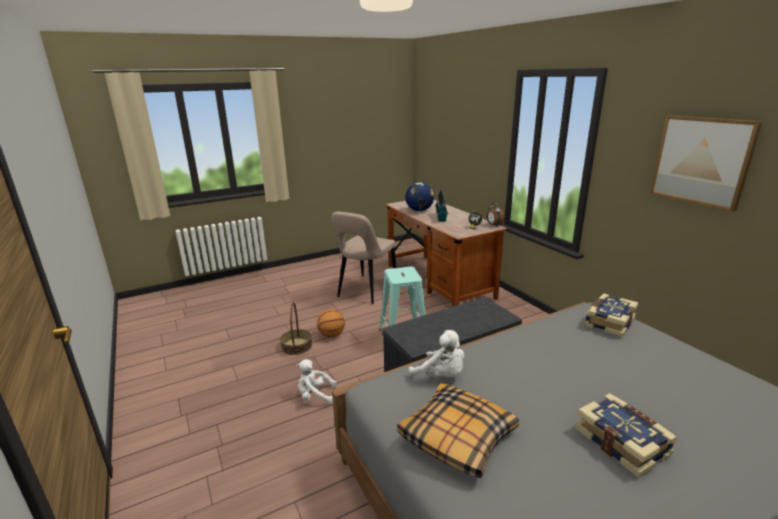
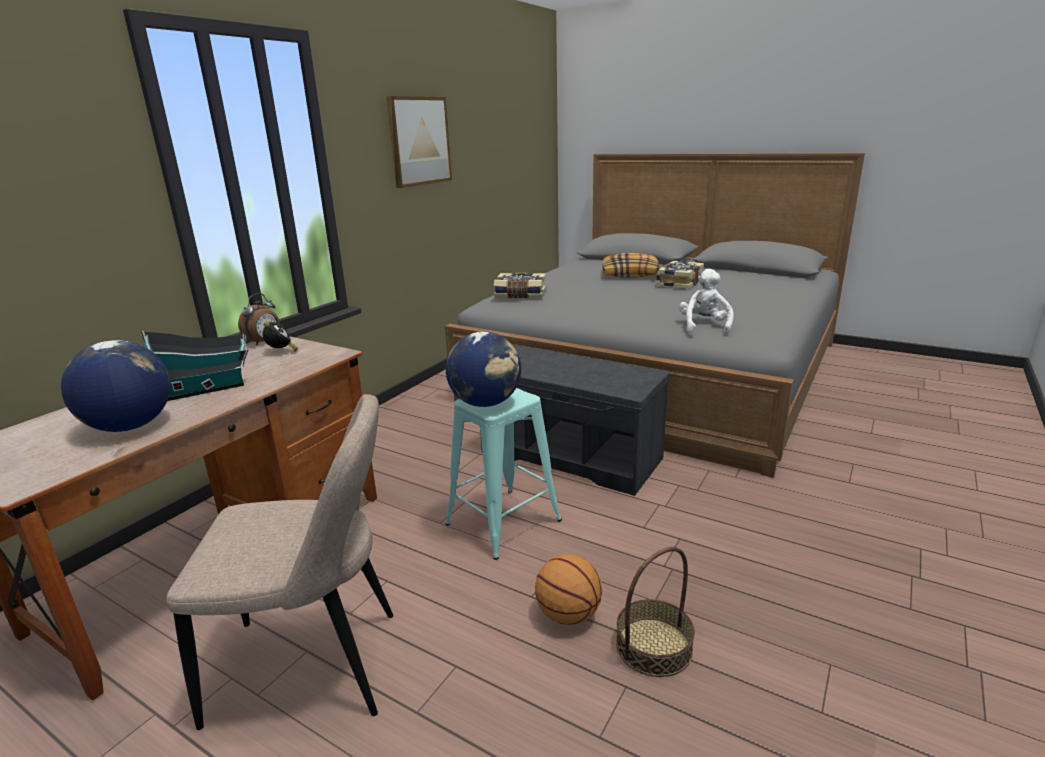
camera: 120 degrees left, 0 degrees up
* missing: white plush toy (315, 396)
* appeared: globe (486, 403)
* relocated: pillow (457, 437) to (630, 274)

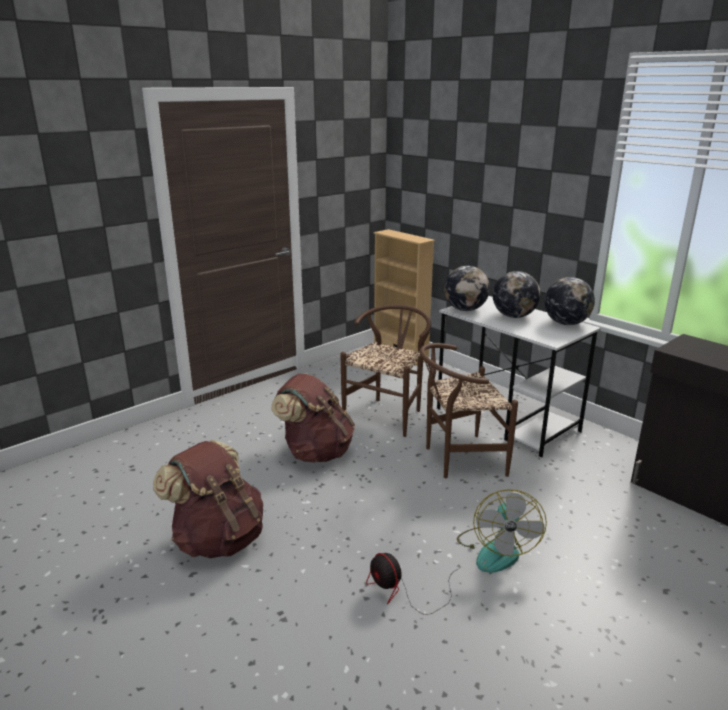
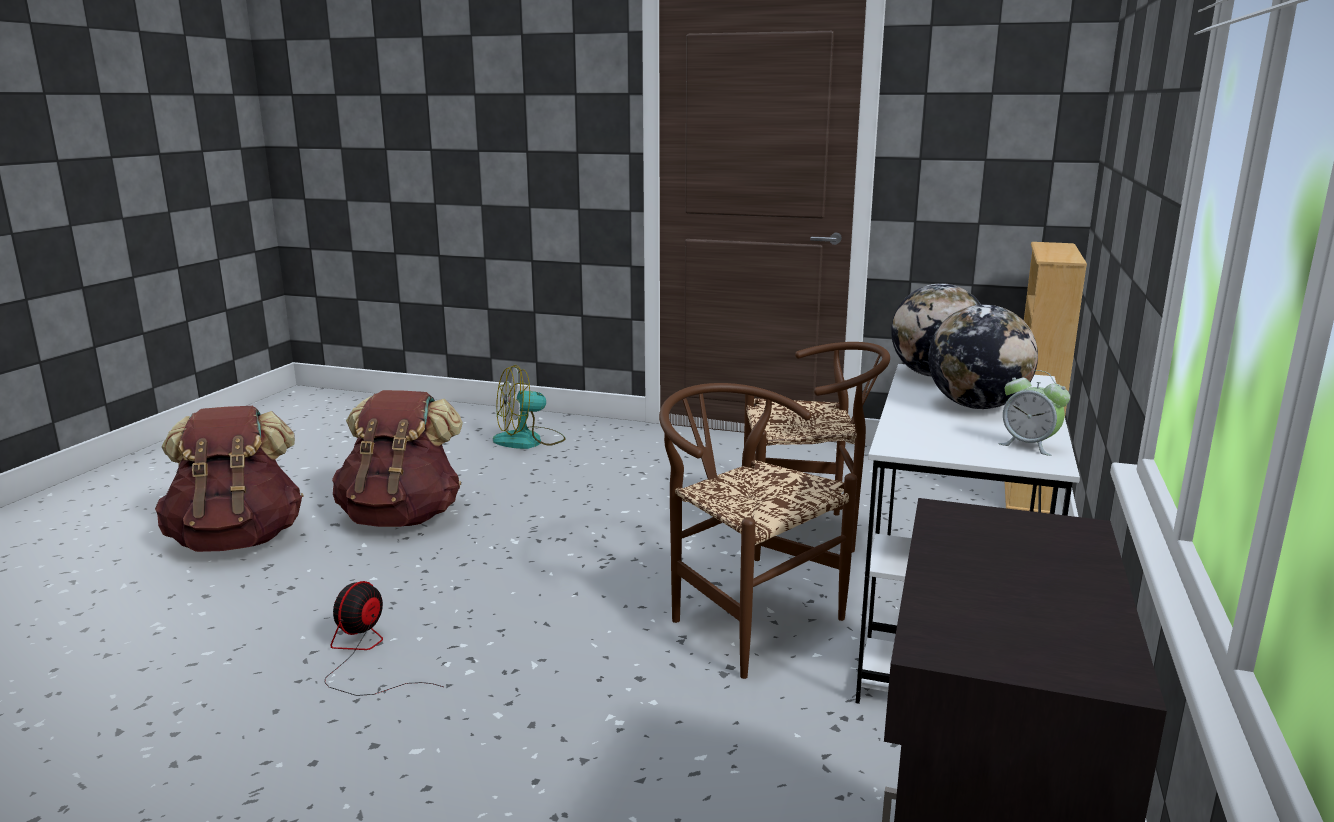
camera: 60 degrees right, 5 degrees down
* relocated: brown backpack (315, 452) to (238, 540)
* relocated: fan (496, 549) to (529, 440)
* exchanged: globe (566, 323) to alarm clock (1029, 445)

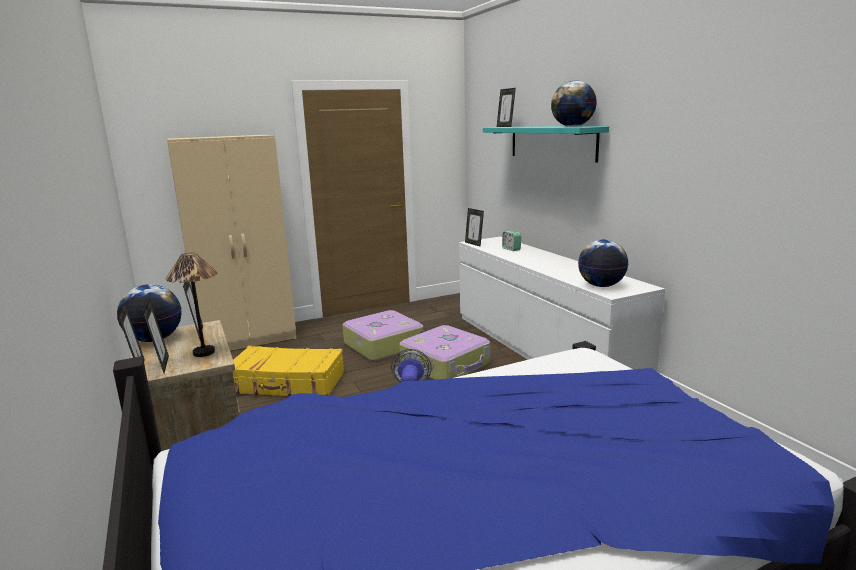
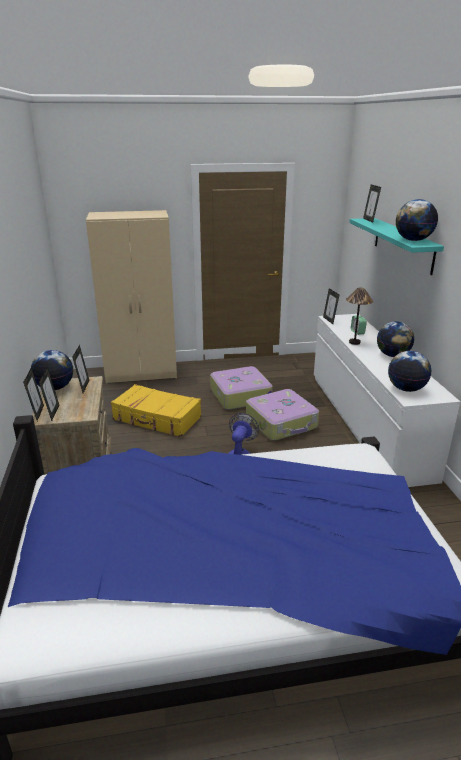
camera: 15 degrees right, 10 degrees up
* appeared: globe (392, 355)
* relocated: table lamp (204, 353) to (354, 342)

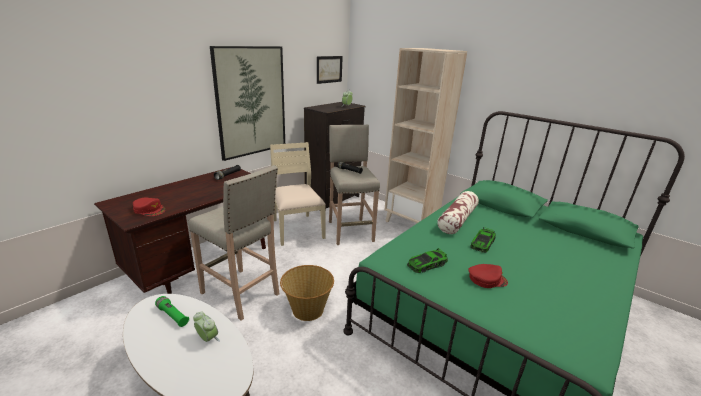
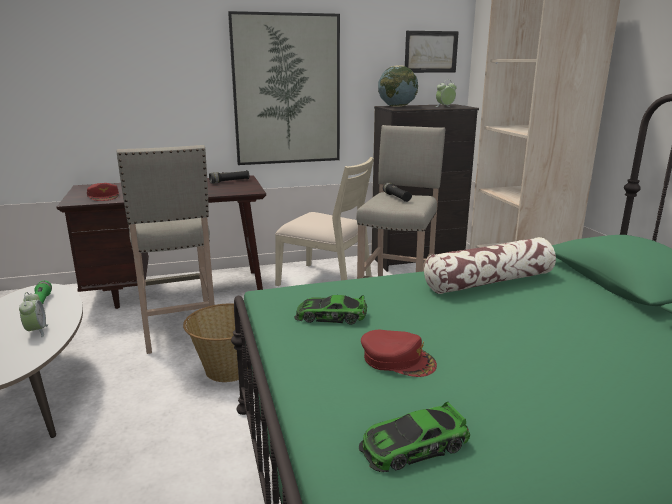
camera: 35 degrees right, 5 degrees down
* appeared: globe (397, 107)
* relocated: toy car (482, 243) to (413, 446)
* spun: beige chair (297, 229) = (325, 281) 105 degrees clockwise

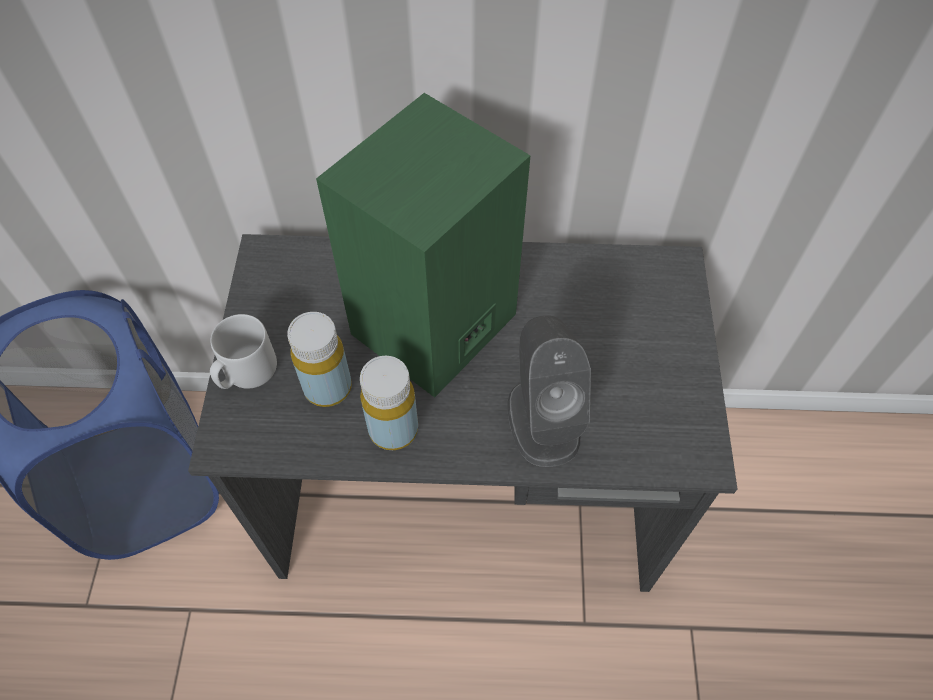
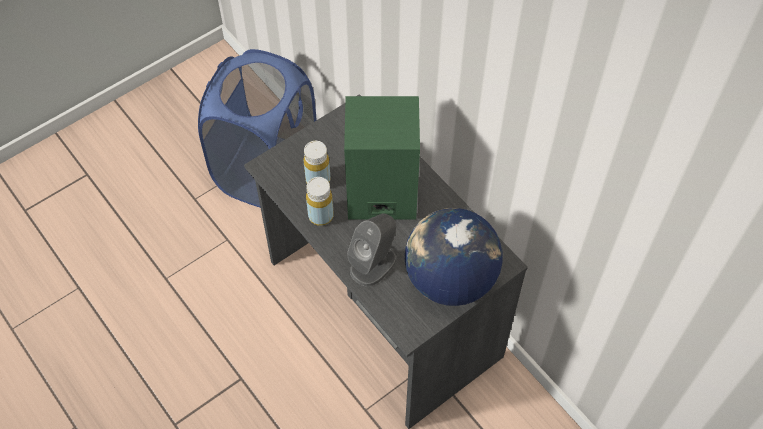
camera: 50 degrees right, 0 degrees up
* missing: grey mug (246, 372)
* appeared: globe (449, 279)

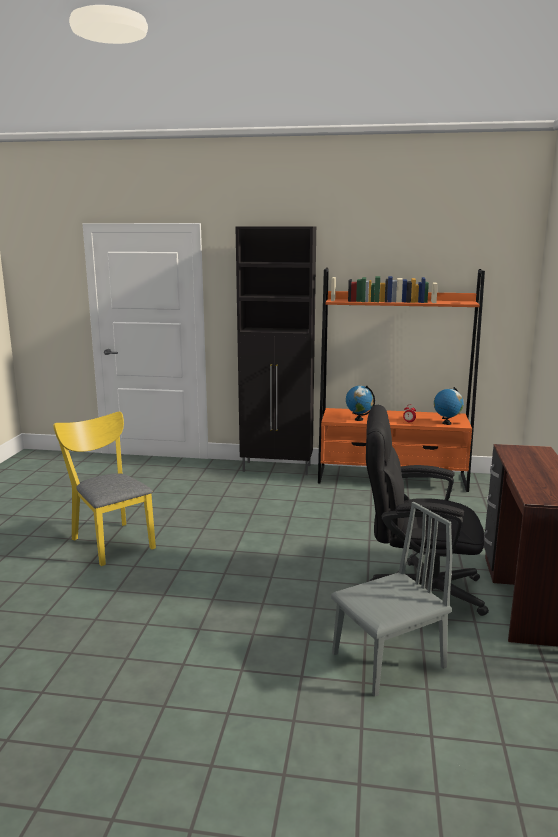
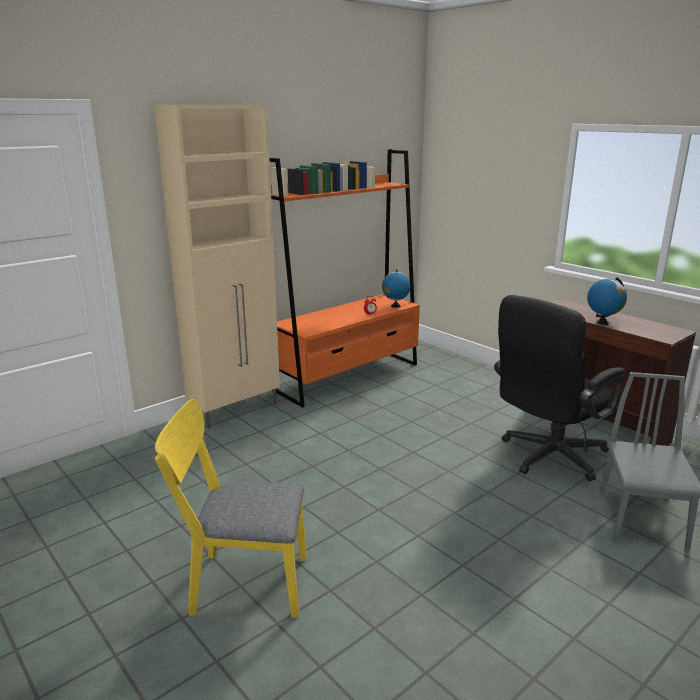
camera: 50 degrees left, 5 degrees up
* relocated: globe (359, 419) to (602, 322)
* colour: black cabinet (277, 468) to beige cabinet (236, 410)

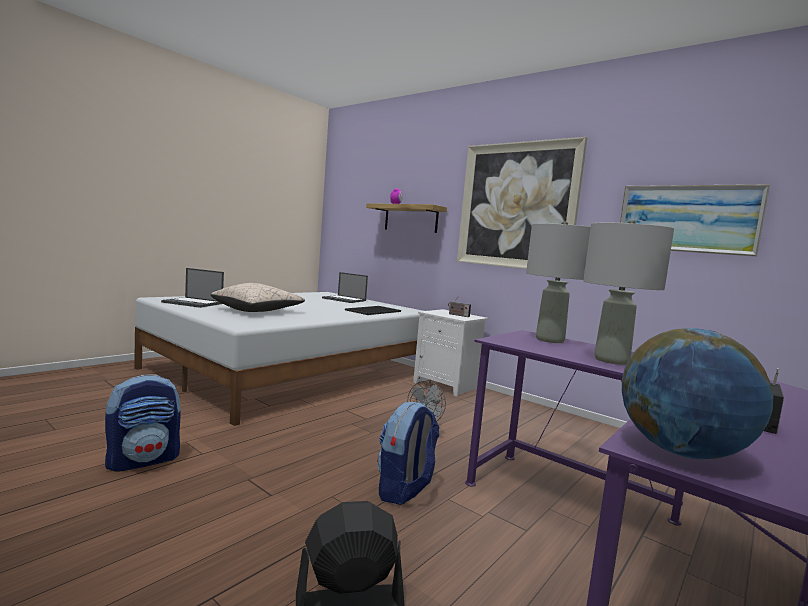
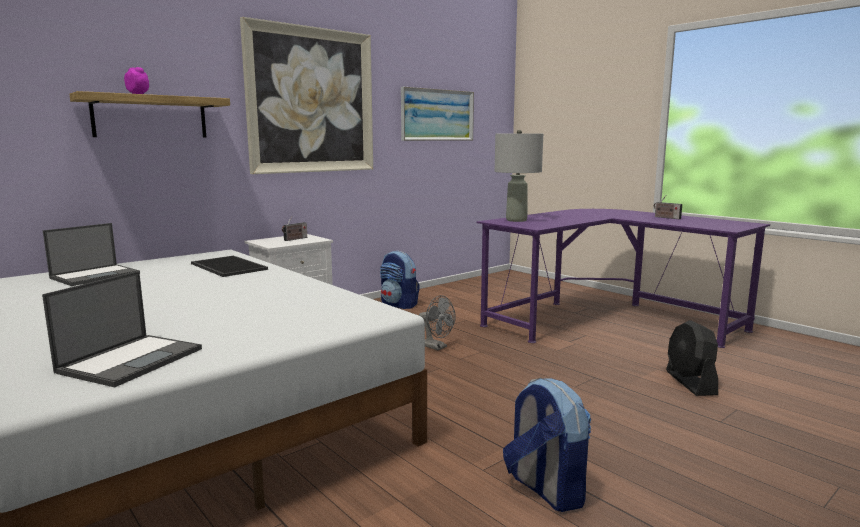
camera: 80 degrees left, 5 degrees up
* missing: beige pillow (258, 311)
* missing: grey table lamp (610, 360)
* missing: globe (681, 452)
* relocated: backpack (404, 490) to (399, 304)

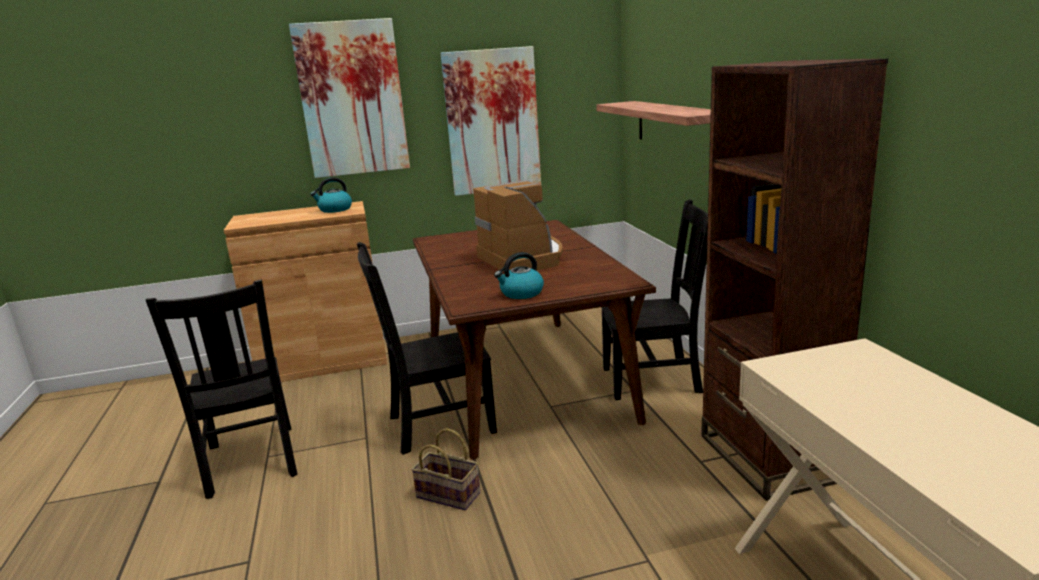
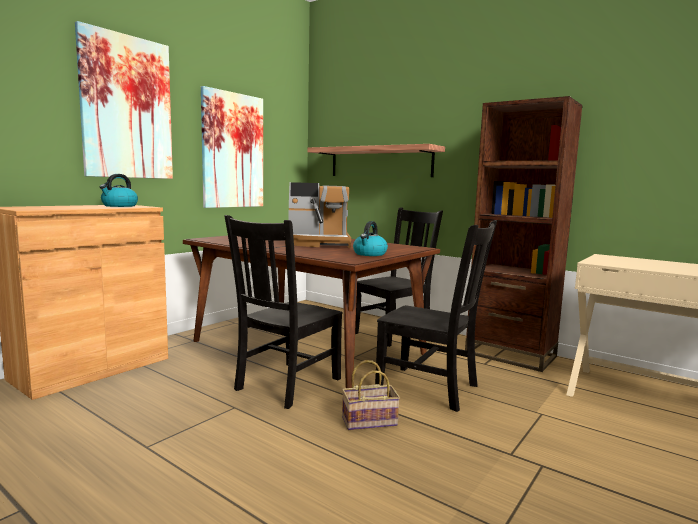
camera: 40 degrees left, 10 degrees down
* relocated: black chair (251, 462) to (430, 388)
* spun: coffee machine (524, 259) = (318, 243) 150 degrees clockwise

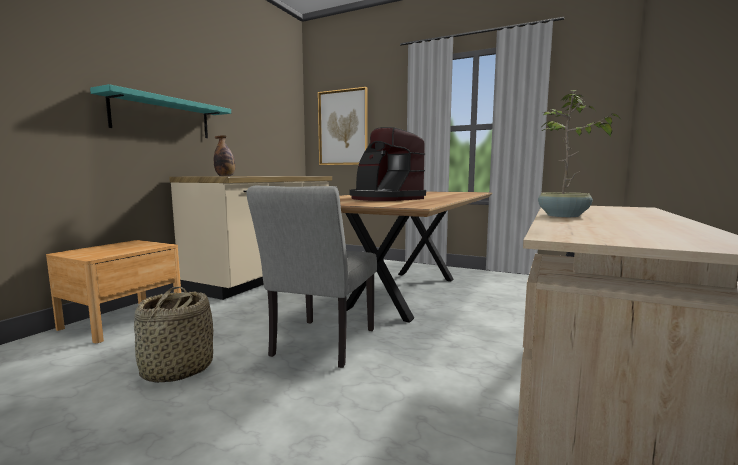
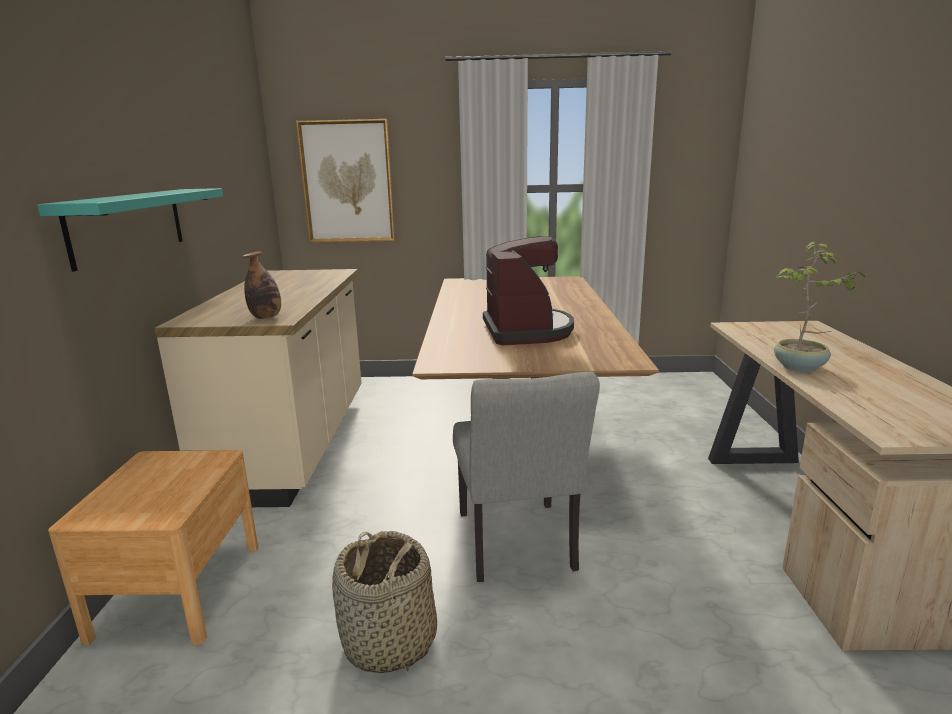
camera: 25 degrees left, 10 degrees up
* spun: coffee machine (384, 199) = (527, 331) 120 degrees counterclockwise

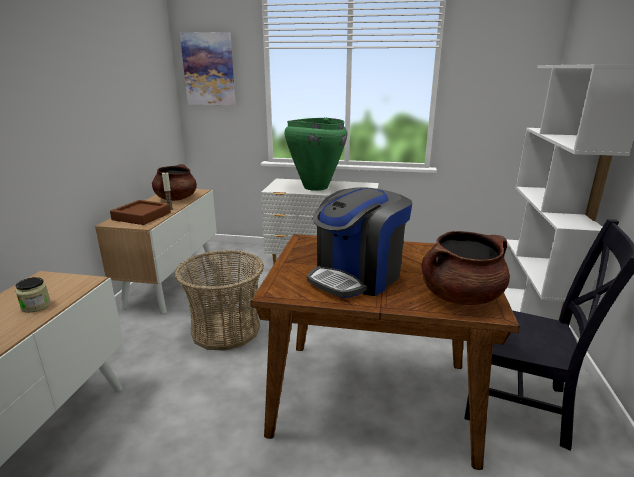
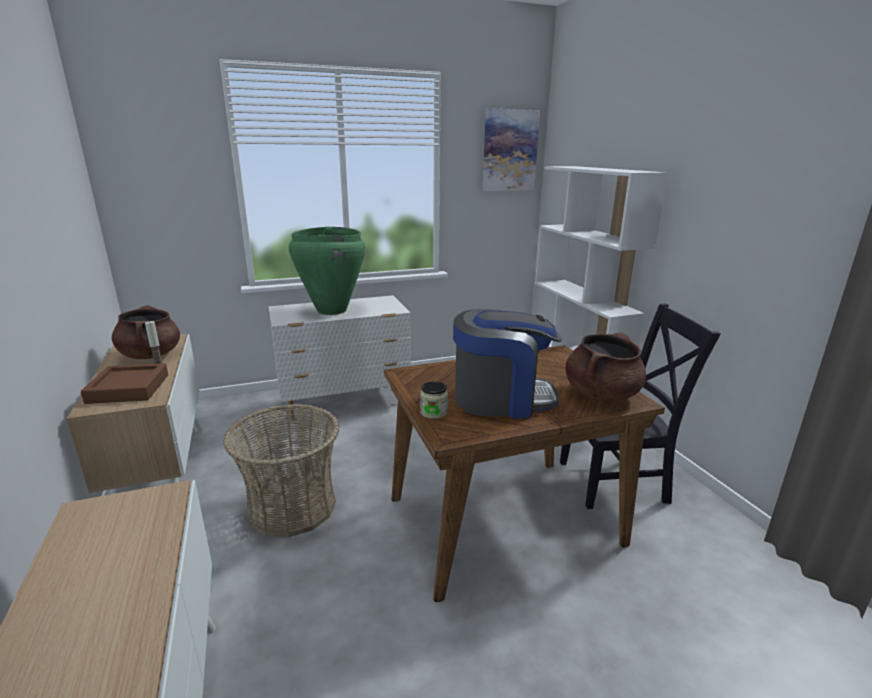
camera: 30 degrees left, 0 degrees up
* relocated: jar (36, 306) to (433, 412)
* relocated: picture (209, 69) to (509, 151)
* spun: coffee machine (357, 276) = (502, 398) 105 degrees counterclockwise

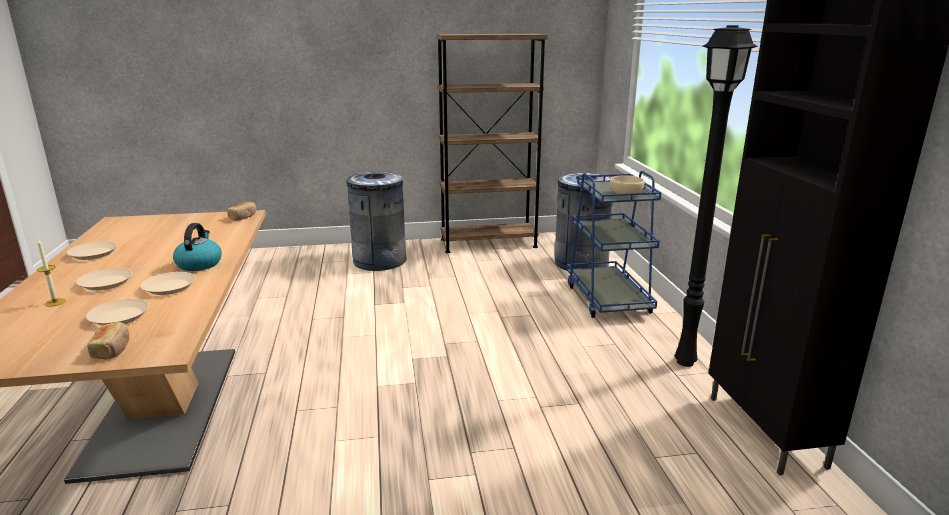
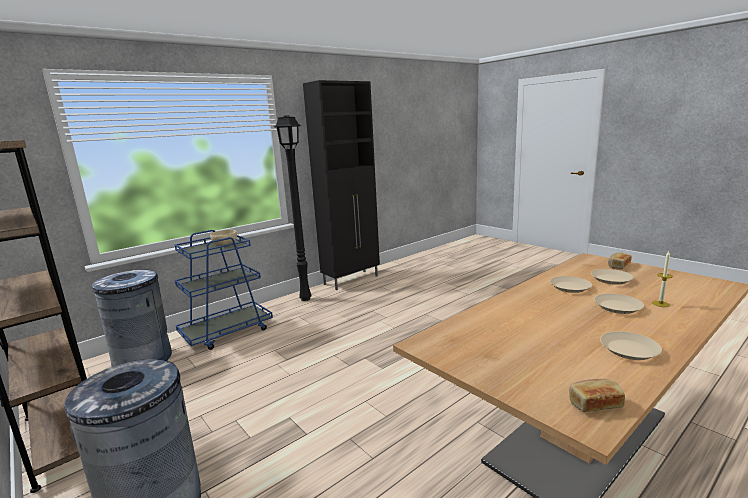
camera: 120 degrees left, 5 degrees down
* missing: kettle (199, 264)
* relocated: bread (243, 217) to (594, 404)

